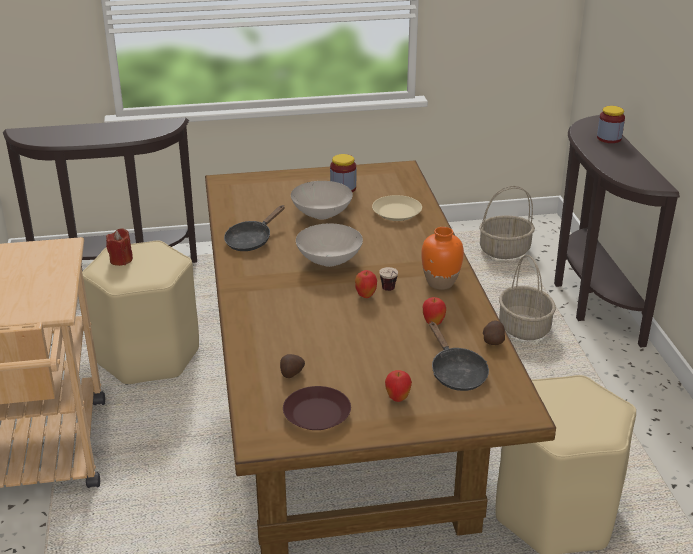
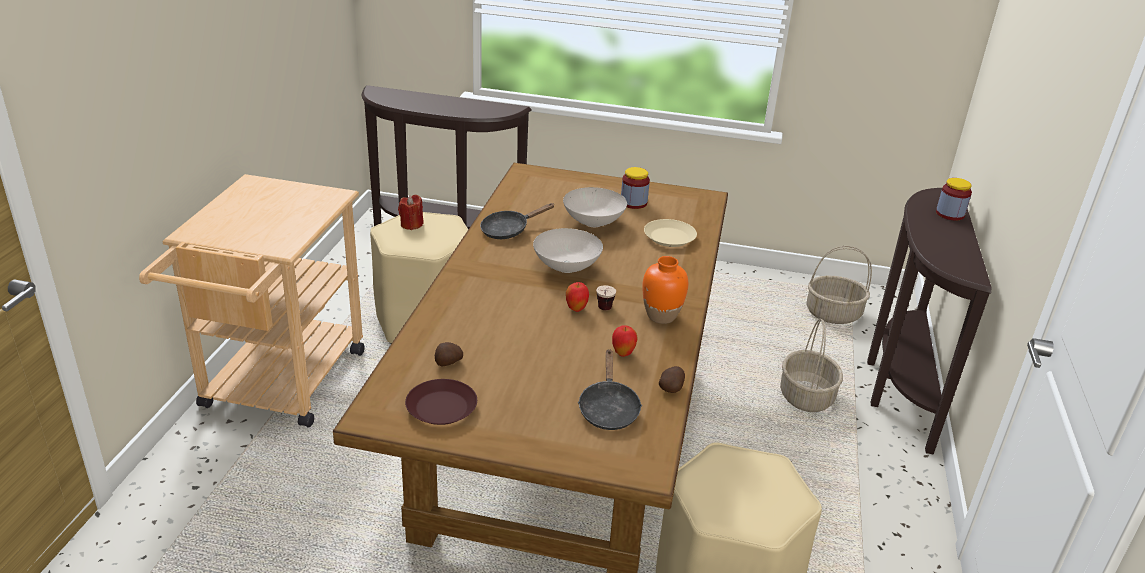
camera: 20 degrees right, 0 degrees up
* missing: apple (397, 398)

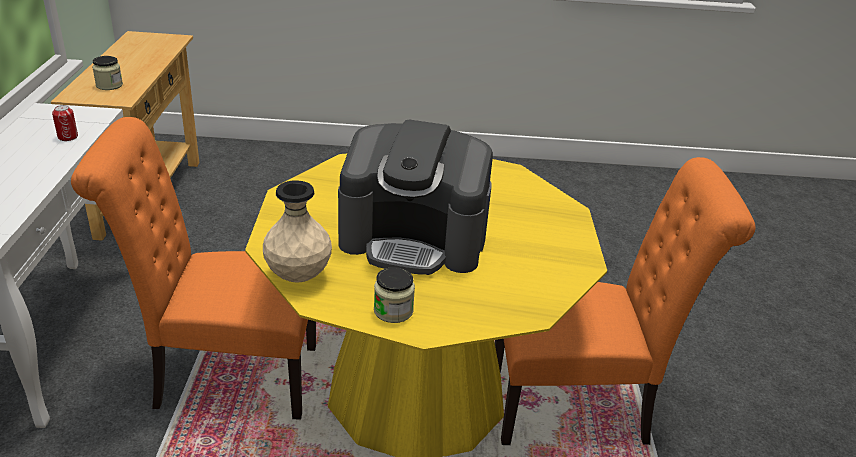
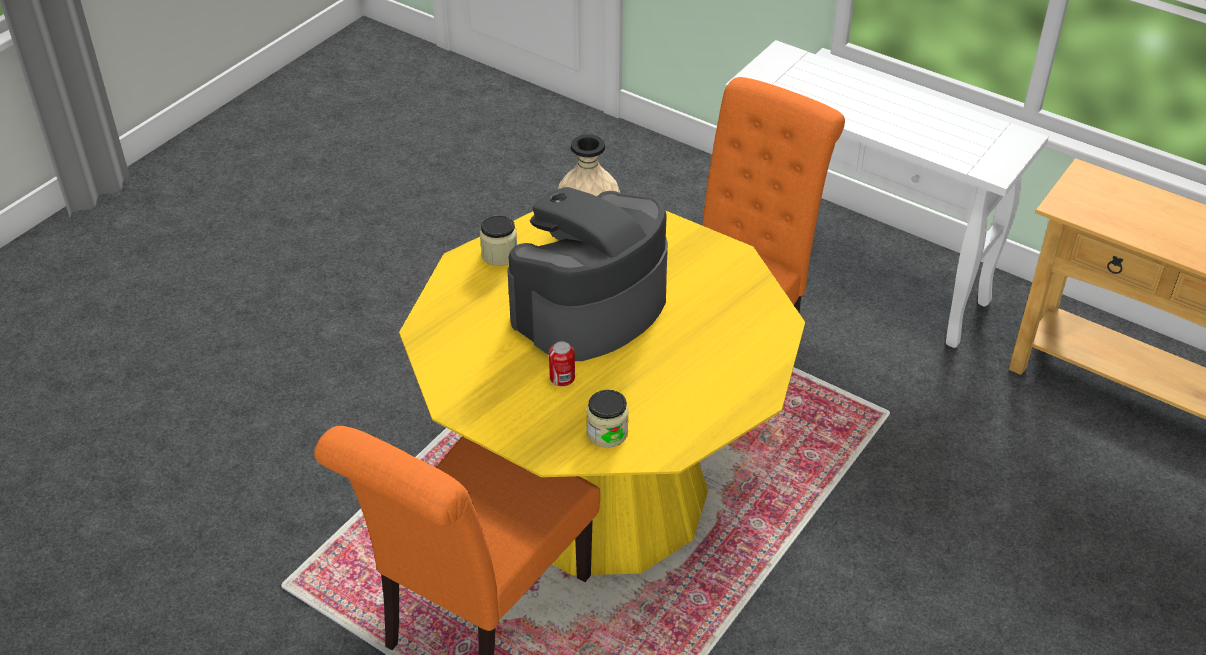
camera: 125 degrees right, 10 degrees up
* relocated: can (68, 137) to (562, 378)
* relocated: jar (109, 85) to (607, 433)

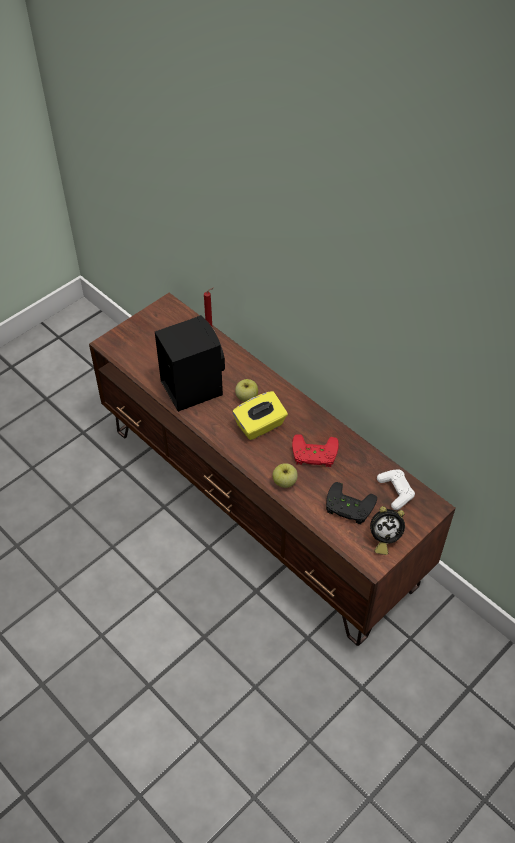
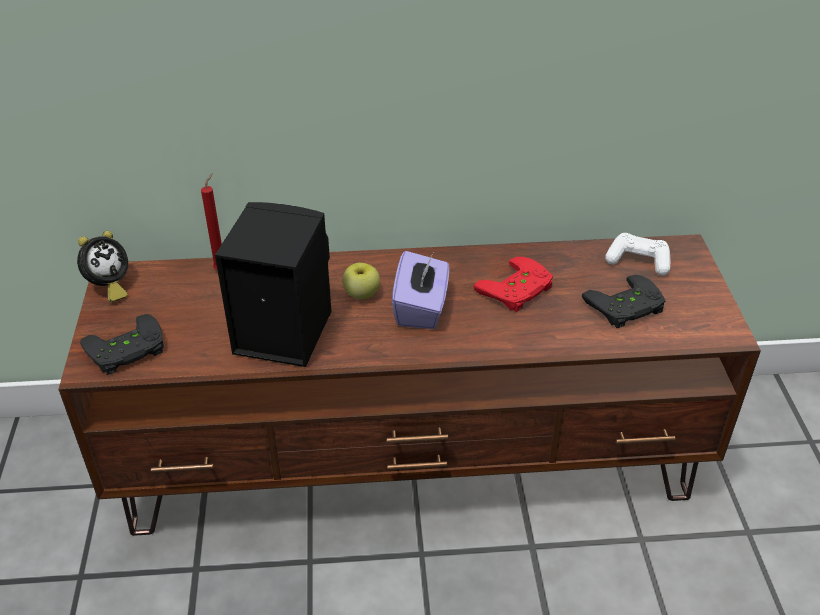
camera: 50 degrees left, 10 degrees down
* missing: apple (284, 482)
* appeared: black game controller (127, 351)
* relocated: alarm clock (383, 538) to (108, 287)
* colour: yellow tissue box (260, 426) to purple tissue box (421, 308)

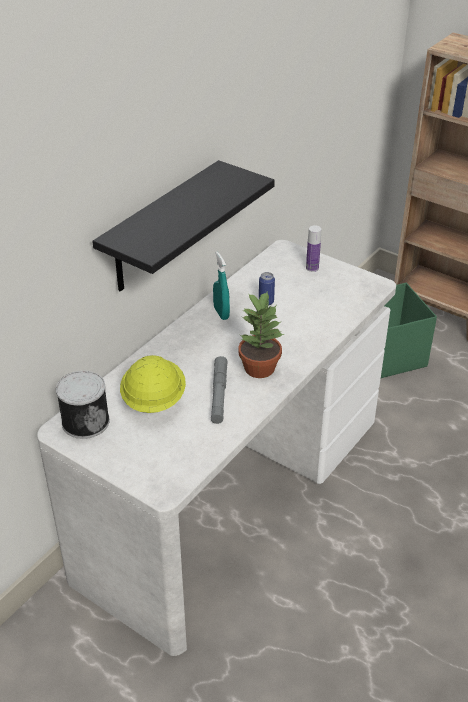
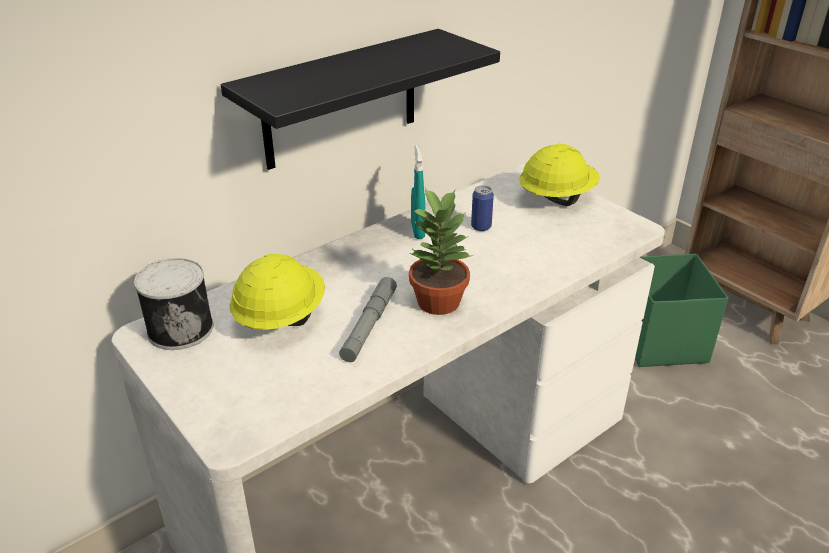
camera: 15 degrees right, 5 degrees down
* exchanged: bottle (312, 268) to yellow hard hat (556, 198)

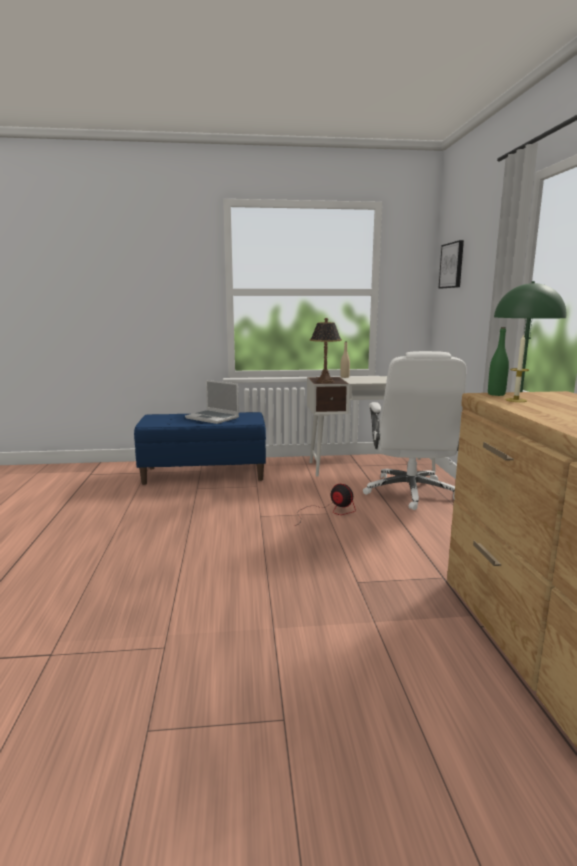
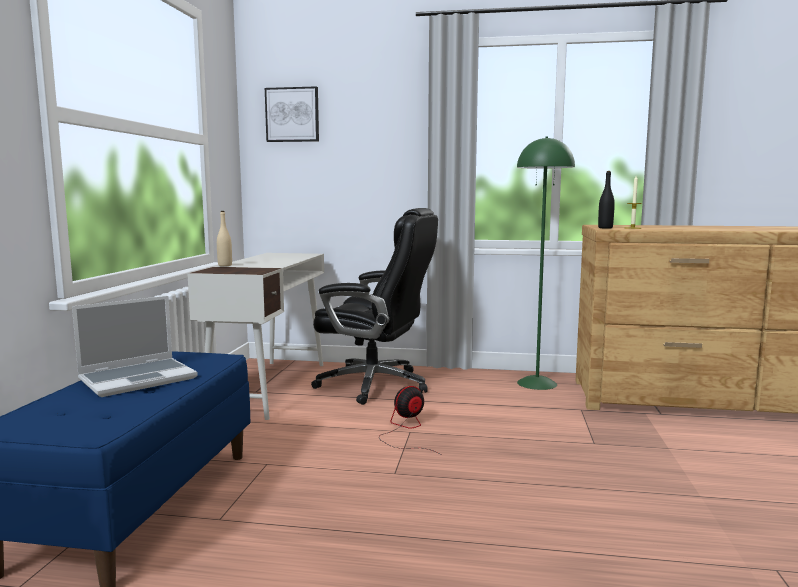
camera: 75 degrees left, 5 degrees down
* missing: table lamp (325, 381)
* colour: white office chair (410, 493) to black office chair (376, 385)
* colour: green bottle (496, 394) to black bottle (605, 228)

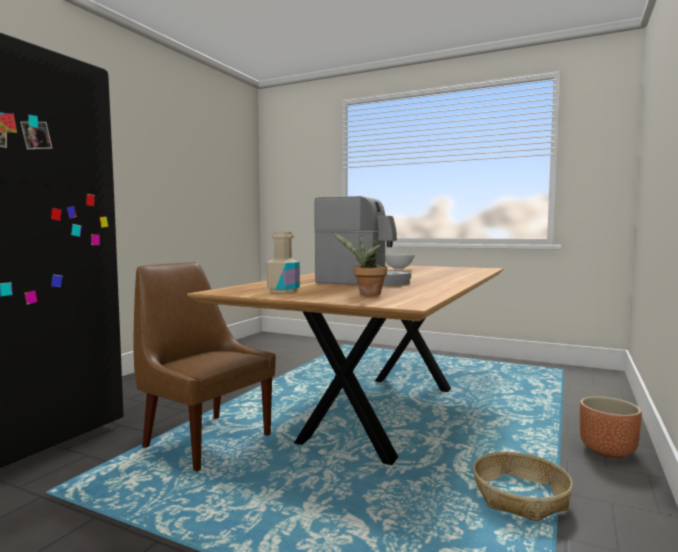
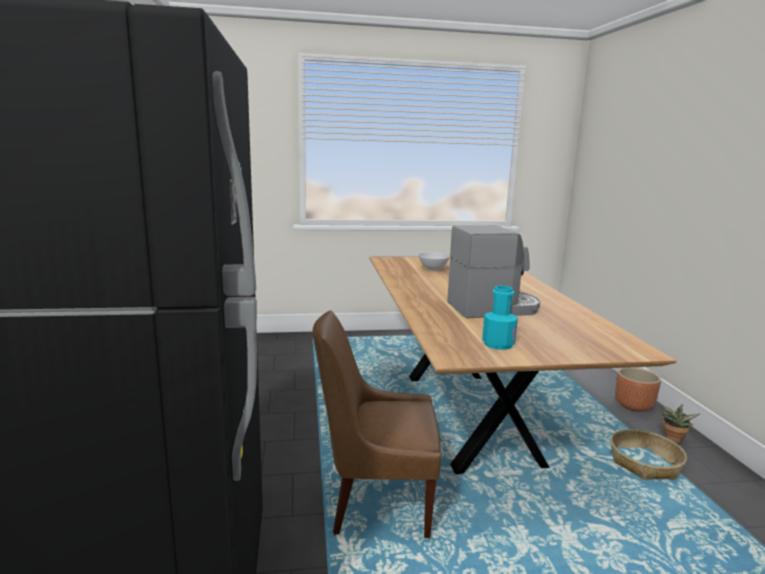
camera: 35 degrees left, 10 degrees up
* relocated: potted plant (367, 294) to (672, 440)
* colour: beige bottle (283, 291) to turquoise bottle (498, 344)

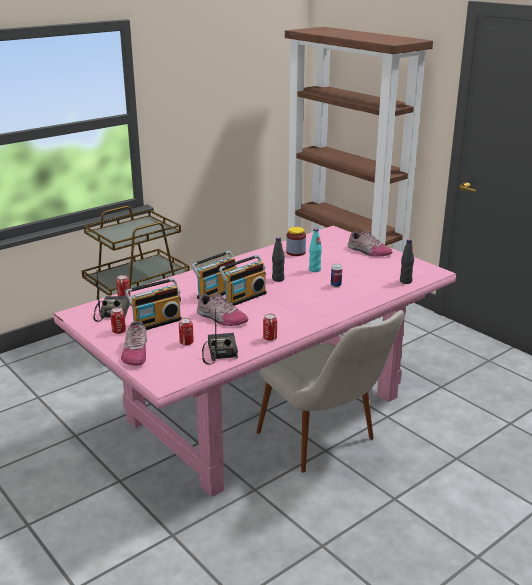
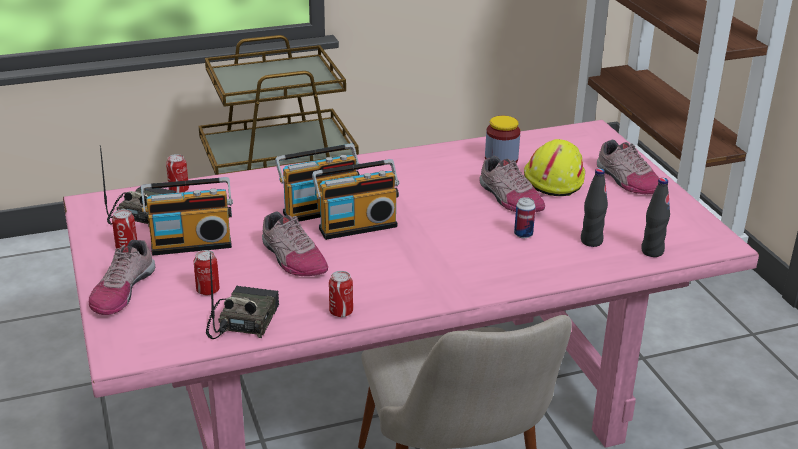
camera: 20 degrees right, 5 degrees up
* appeared: yellow hard hat (553, 179)
* relocated: black bottle (278, 279) to (591, 241)
* exchanged: turquoise bottle (314, 270) to shoe (509, 198)

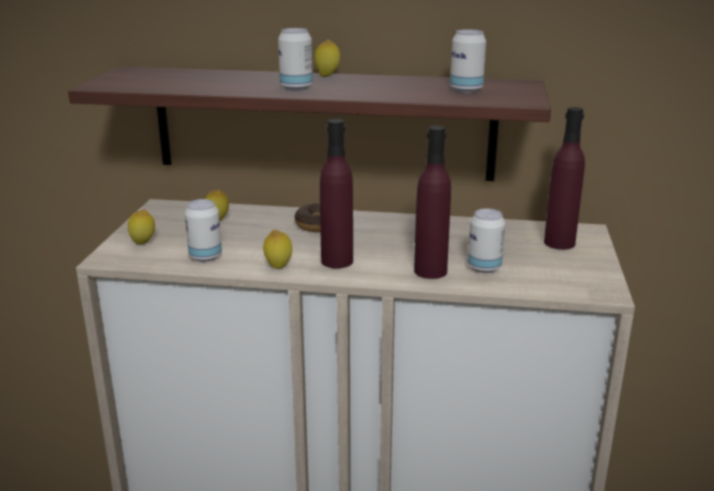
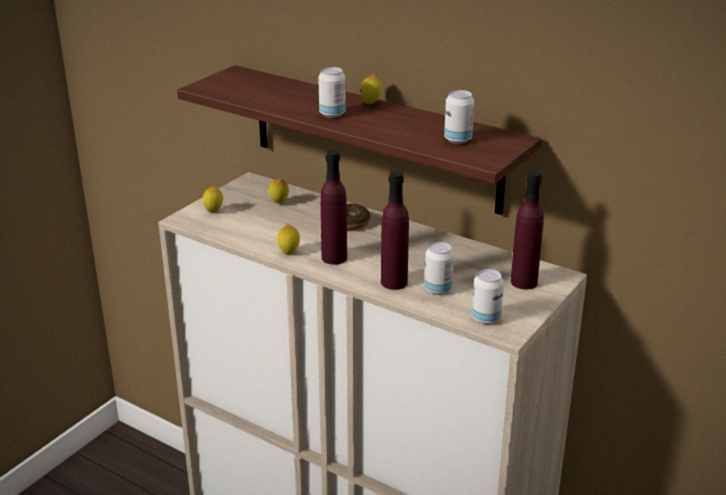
camera: 25 degrees right, 5 degrees up
* relocated: can (205, 257) to (486, 318)

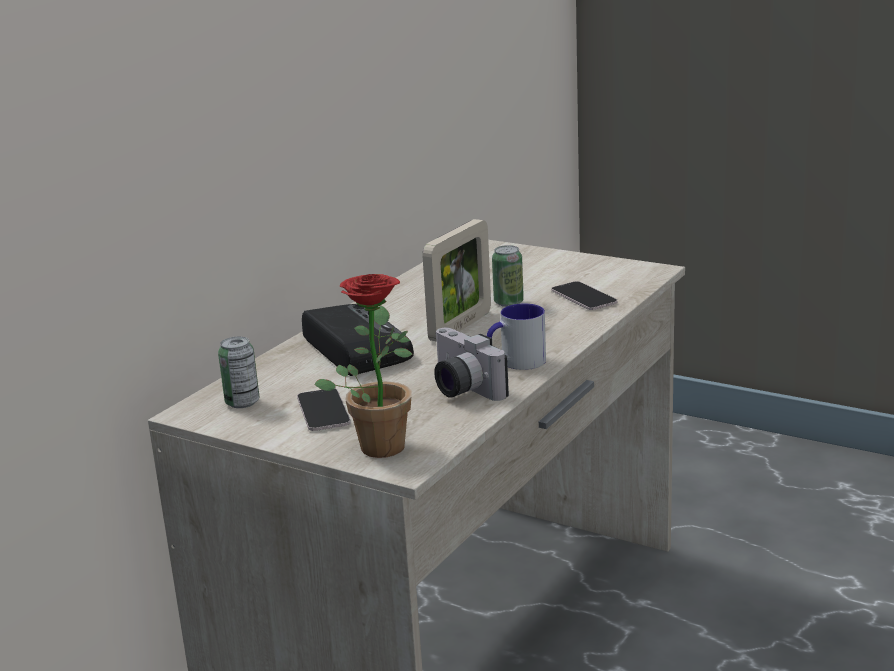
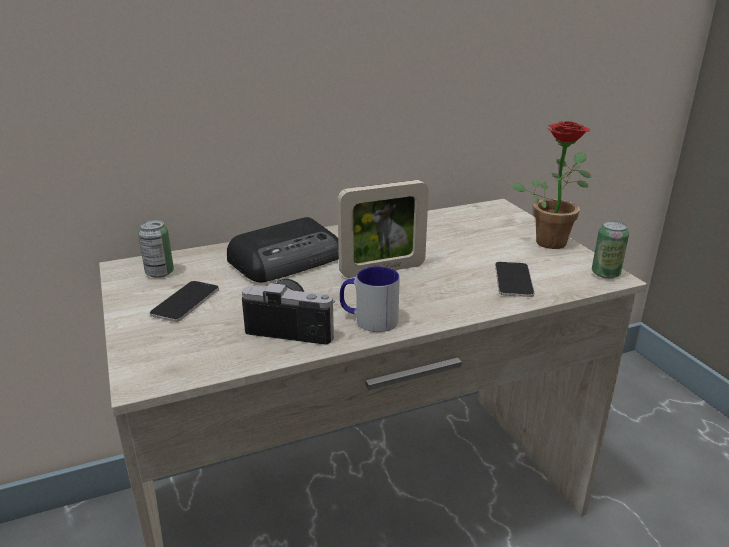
camera: 35 degrees right, 5 degrees up
* relocated: potted plant (380, 443) to (551, 240)
* relocated: can (508, 302) to (605, 273)
* spun: radio (355, 348) = (289, 259) 45 degrees clockwise
* spun: photo camera (460, 389) = (293, 326) 105 degrees clockwise

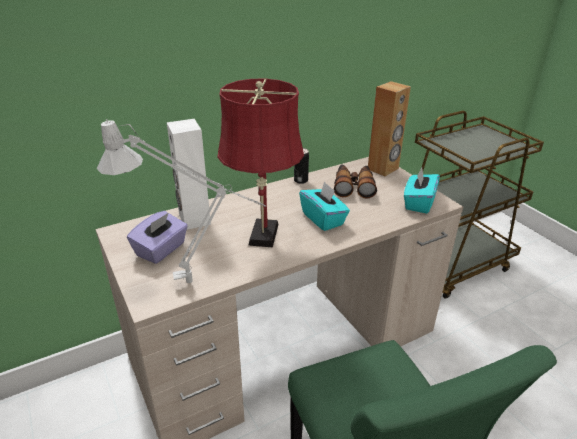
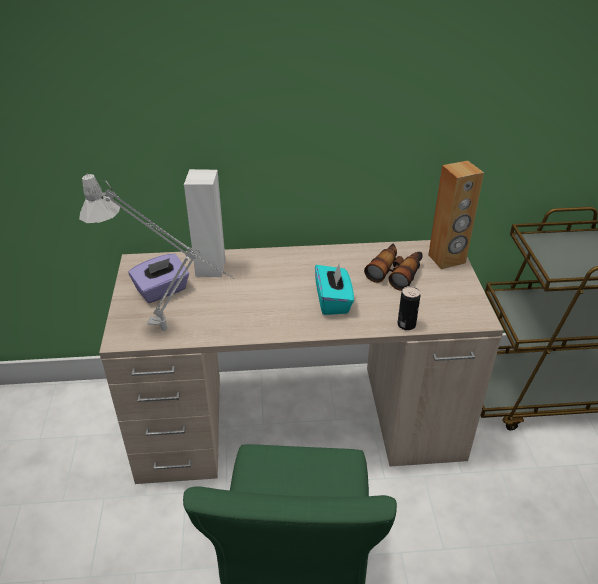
camera: 25 degrees right, 5 degrees up
* missing: red table lamp (263, 237)
* missing: turquoise tissue box (418, 203)
* relocated: can (301, 180) to (406, 325)

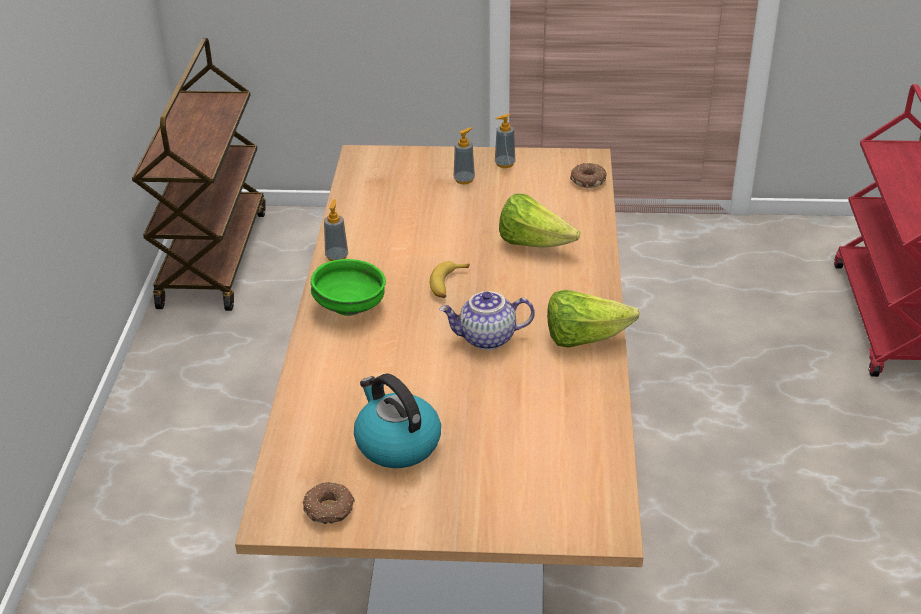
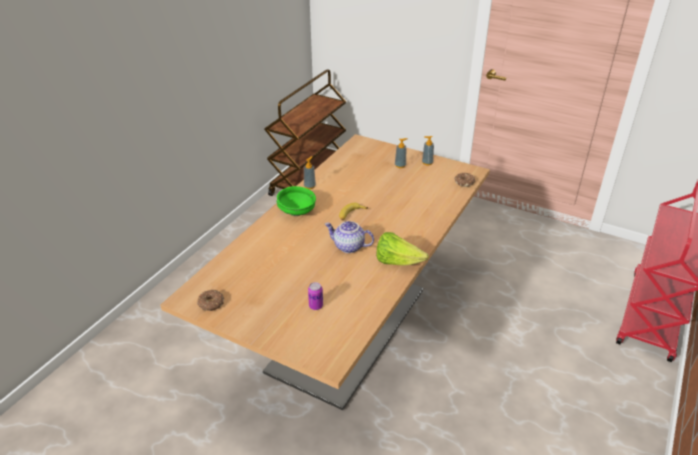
camera: 25 degrees right, 0 degrees up
* missing: kettle (396, 443)
* missing: lettuce (533, 244)
* appeared: can (316, 306)

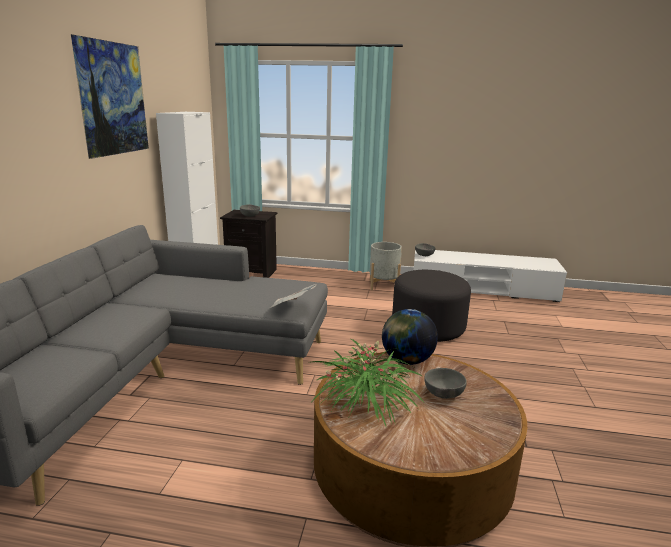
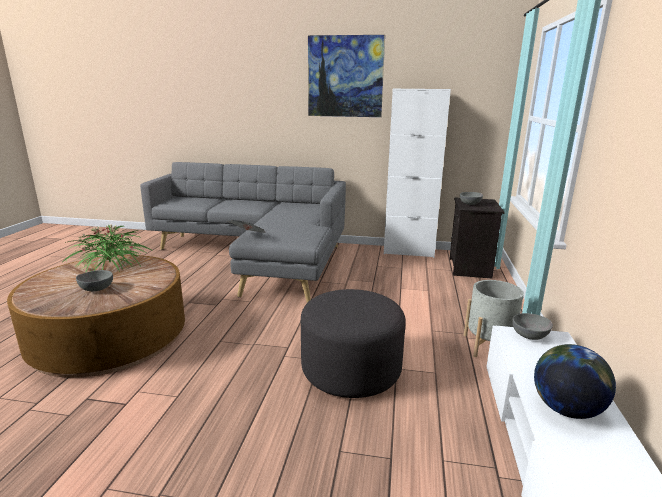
camera: 90 degrees right, 0 degrees up
* relocated: globe (407, 360) to (566, 409)

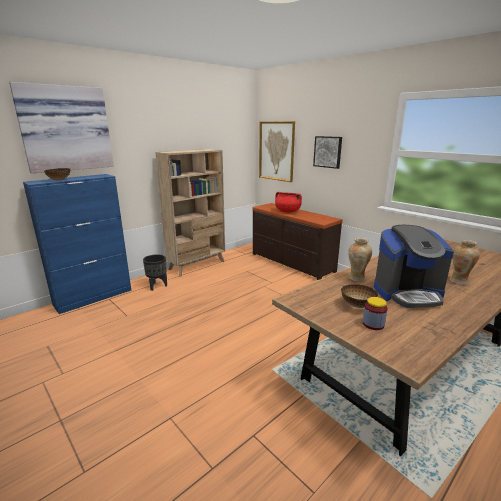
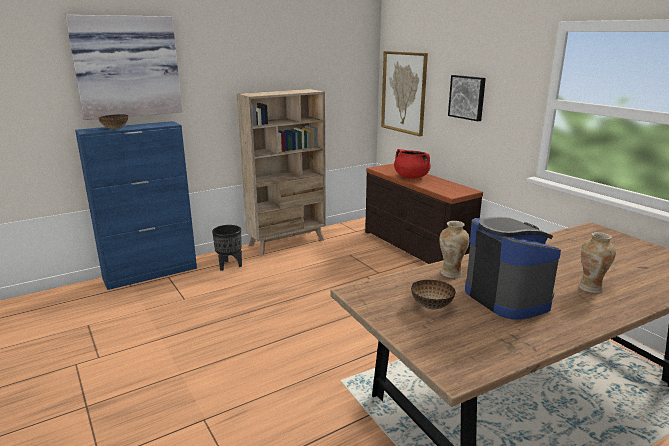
camera: 10 degrees right, 0 degrees up
* missing: jar (373, 324)
* spun: coffee machine (407, 293) = (507, 297) 120 degrees counterclockwise

